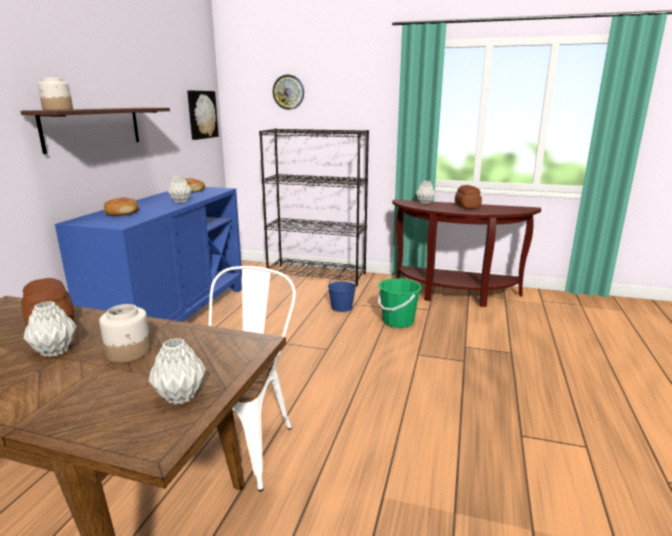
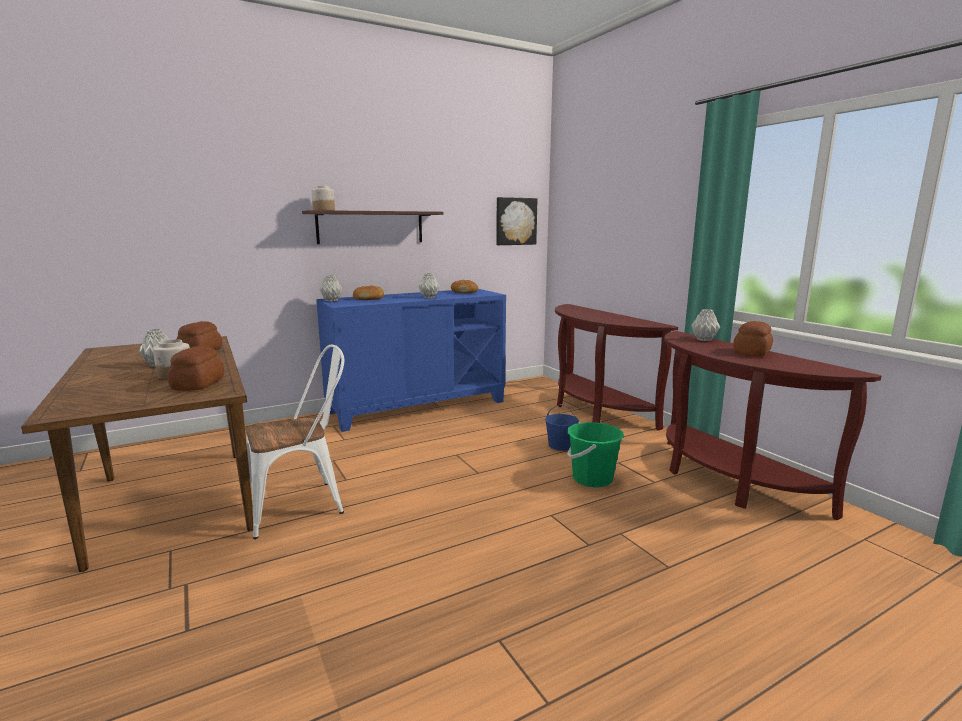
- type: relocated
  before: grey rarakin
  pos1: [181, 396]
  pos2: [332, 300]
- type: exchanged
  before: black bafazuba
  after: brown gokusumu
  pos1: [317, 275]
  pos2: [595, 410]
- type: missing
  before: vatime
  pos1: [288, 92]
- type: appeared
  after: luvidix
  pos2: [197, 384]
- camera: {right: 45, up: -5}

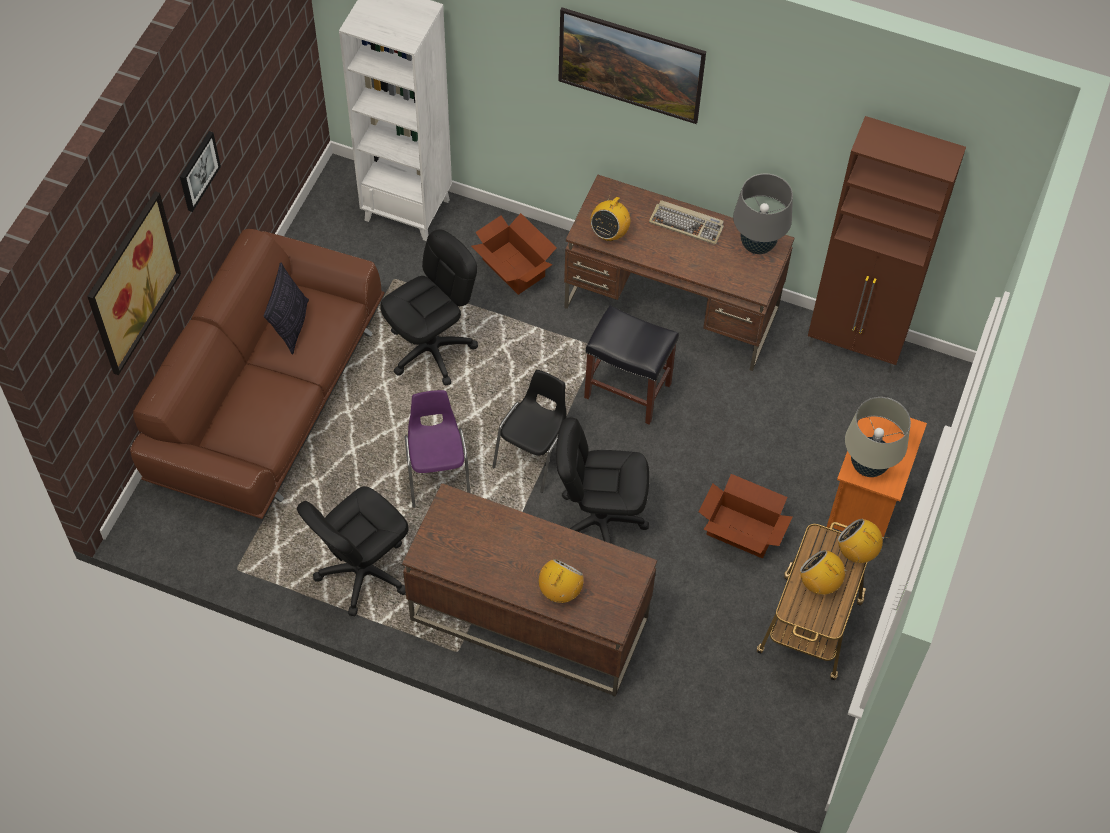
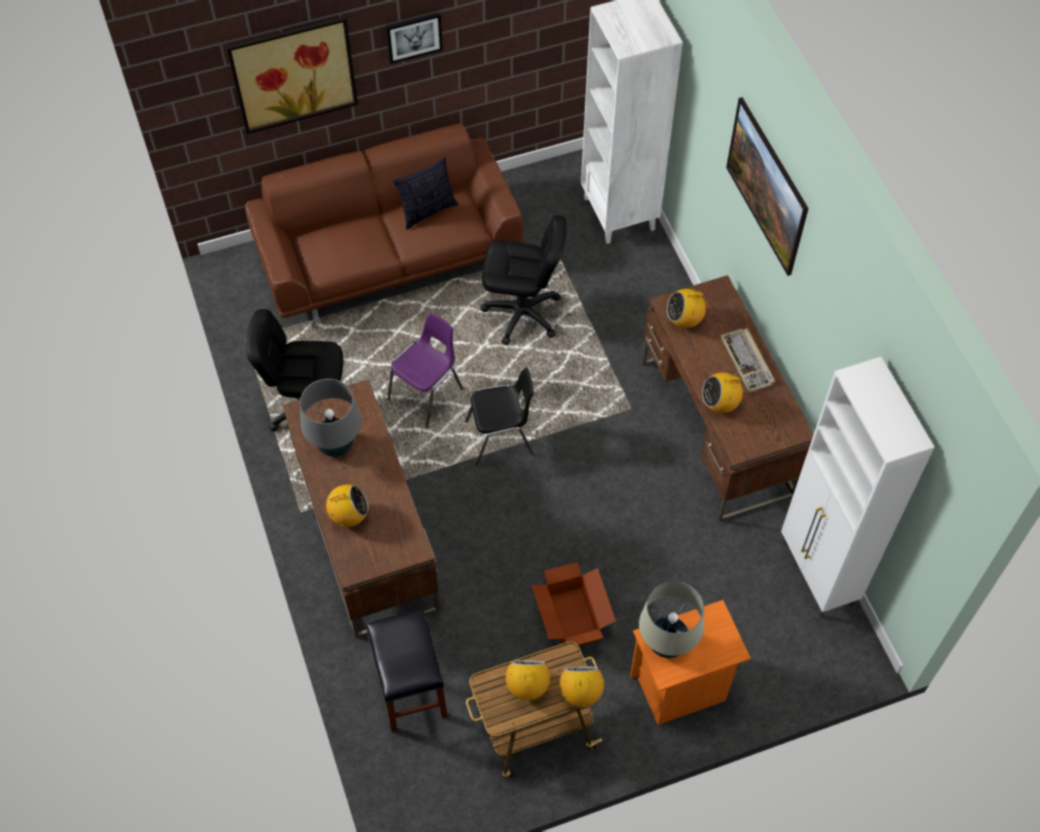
- type: missing
  before: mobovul
  pos1: [514, 267]
- type: missing
  before: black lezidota
  pos1: [599, 522]
- type: relocated
  before: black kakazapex
  pos1: [626, 390]
  pos2: [409, 689]
- type: relocated
  before: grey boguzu
  pos1: [757, 245]
  pos2: [336, 445]
- type: colour
  before: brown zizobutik
  after: white zizobutik
  pos1: [855, 346]
  pos2: [817, 575]
- type: appeared
  after: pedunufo
  pos2: [720, 404]
- camera: {right: 50, up: 0}

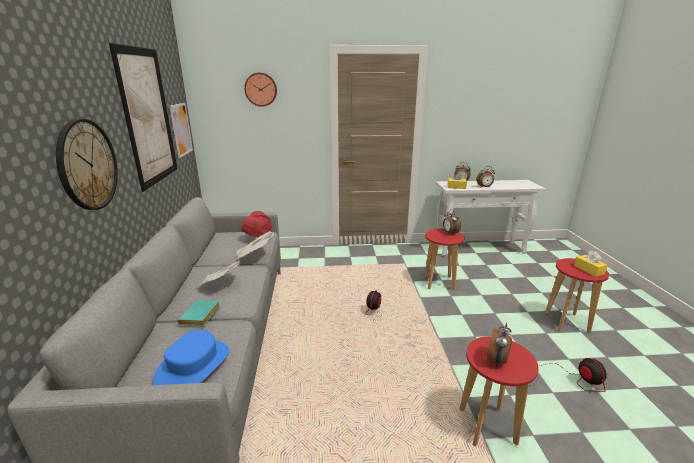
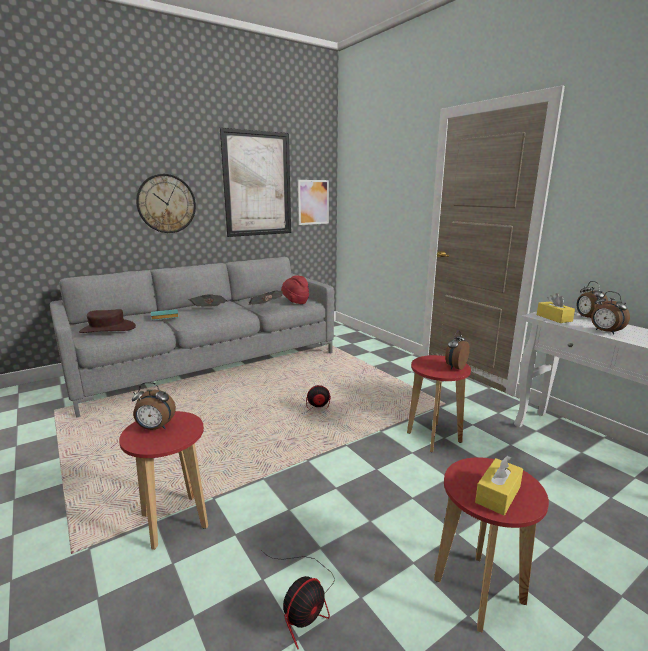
- type: colour
  before: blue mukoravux
  after: brown mukoravux
  pos1: [194, 366]
  pos2: [107, 329]
- type: missing
  before: vatime
  pos1: [261, 89]
- camera: {right: 60, up: -5}

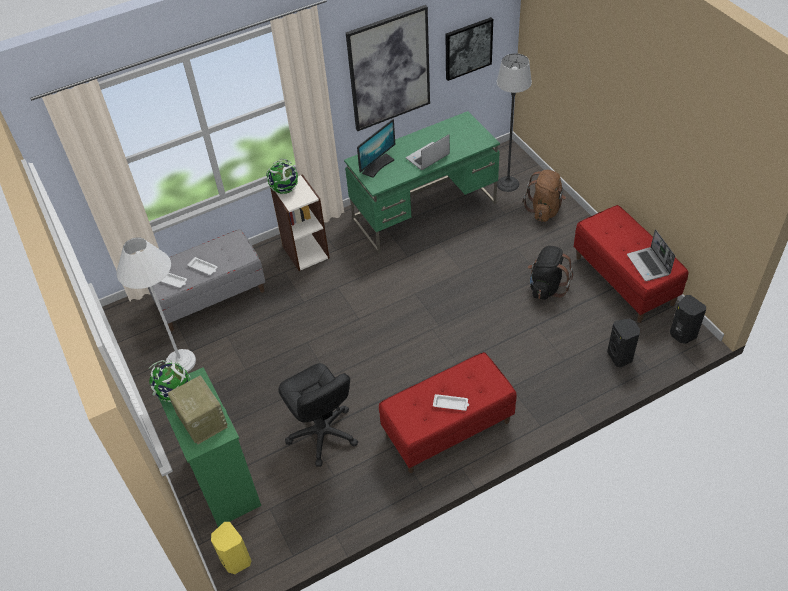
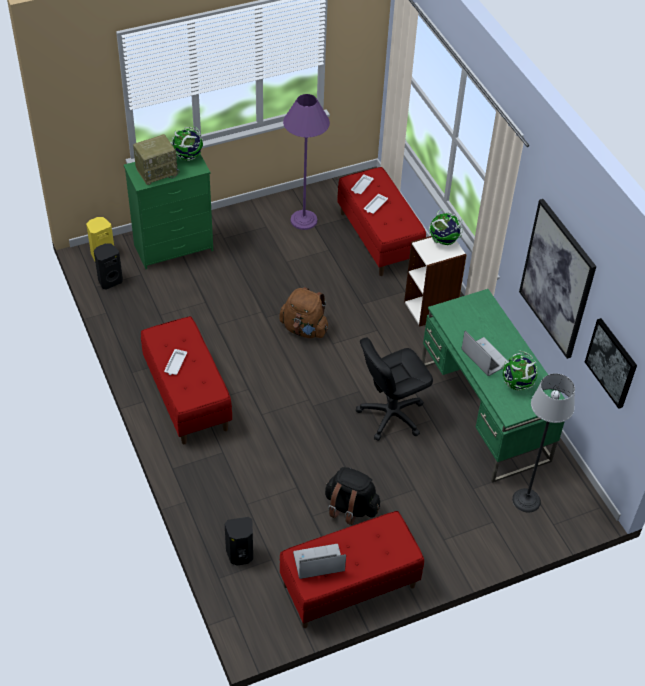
- type: colour
  before: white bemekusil
  after: purple bemekusil
  pos1: [180, 362]
  pos2: [304, 220]
- type: colour
  before: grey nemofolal
  after: red nemofolal
  pos1: [210, 296]
  pos2: [379, 238]
- type: relocated
  before: black lezidota
  pos1: [322, 434]
  pos2: [391, 415]
- type: missing
  before: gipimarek
  pos1: [377, 165]
- type: relocated
  before: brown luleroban
  pos1: [544, 210]
  pos2: [304, 329]
- type: relocated
  before: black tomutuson
  pos1: [682, 334]
  pos2: [109, 281]
- type: appeared
  after: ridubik
  pos2: [517, 383]
- camera: {right: 90, up: 0}

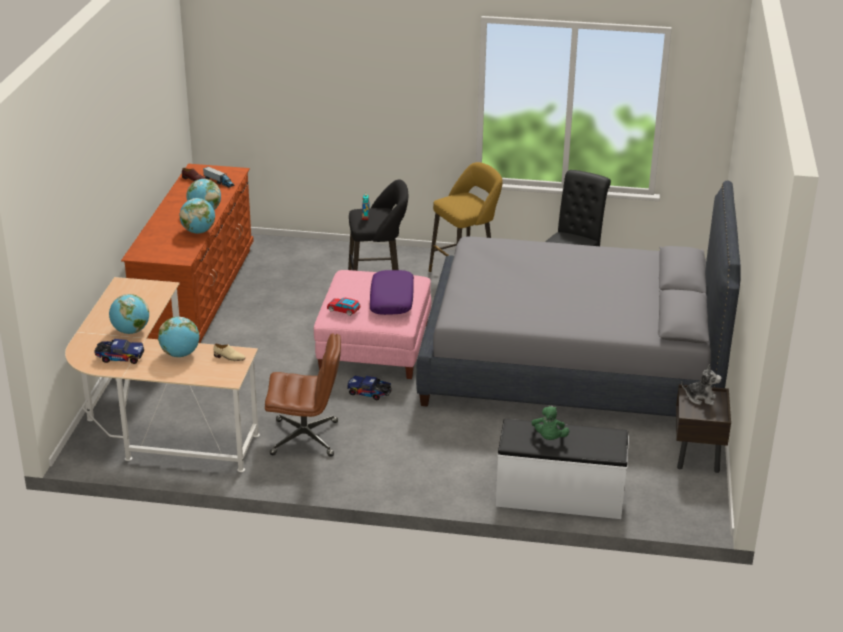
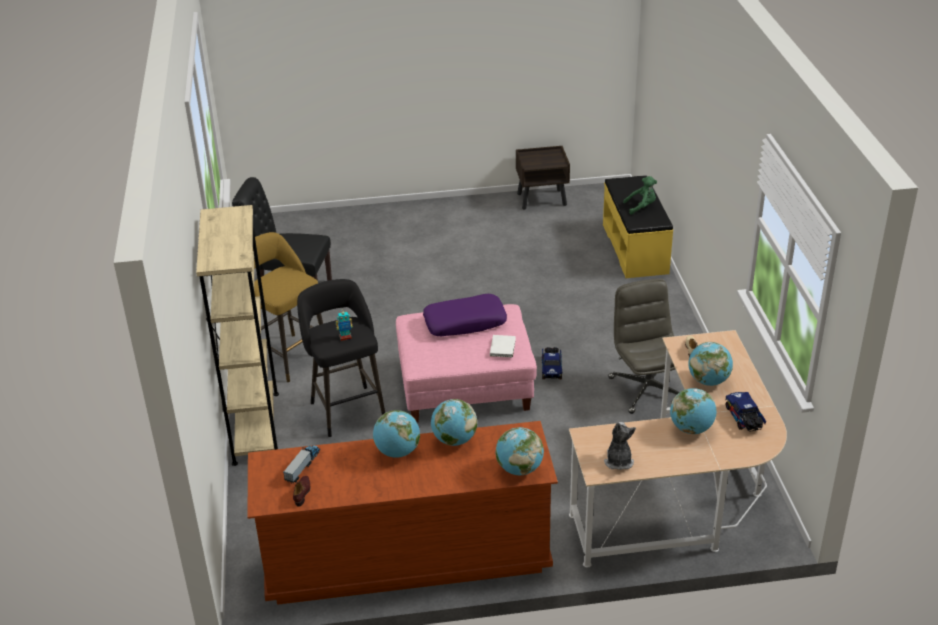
- type: colour
  before: brown lezidota
  after: grey lezidota
  pos1: [305, 438]
  pos2: [646, 389]
- type: exchanged
  before: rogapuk
  after: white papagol
  pos1: [343, 310]
  pos2: [503, 347]
- type: missing
  before: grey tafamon
  pos1: [572, 364]
- type: colour
  before: white nemofolal
  after: yellow nemofolal
  pos1: [559, 496]
  pos2: [635, 248]
- type: relocated
  before: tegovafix
  pos1: [700, 398]
  pos2: [618, 461]
- type: appeared
  after: beige bafazuba
  pos2: [256, 427]
- type: appeared
  after: ridubik
  pos2: [519, 469]
- camera: {right: -105, up: 5}

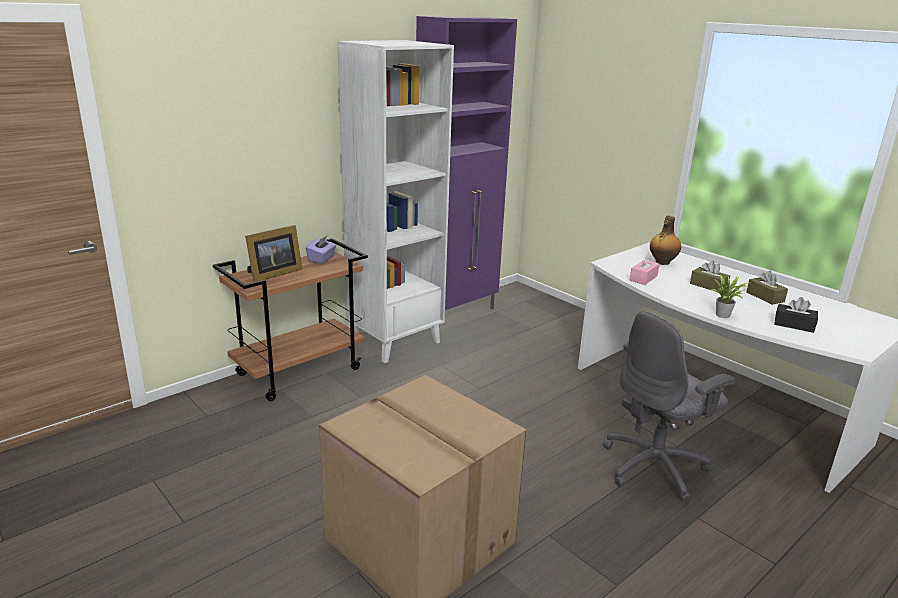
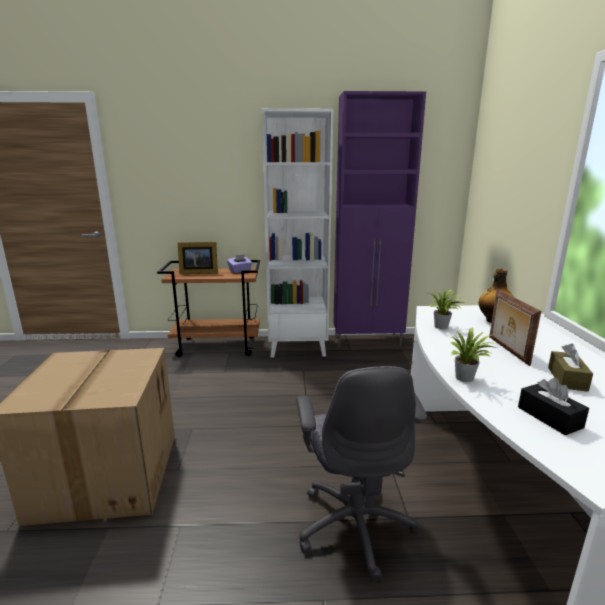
- type: spun
  before: grey lezidota
  pos1: [655, 467]
  pos2: [355, 524]
  turn: -105
- type: exchanged
  before: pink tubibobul
  after: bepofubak
  pos1: [643, 278]
  pos2: [442, 327]
- type: exchanged
  before: brown tubibobul
  after: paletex
  pos1: [708, 286]
  pos2: [507, 350]
- camera: {right: 40, up: -5}

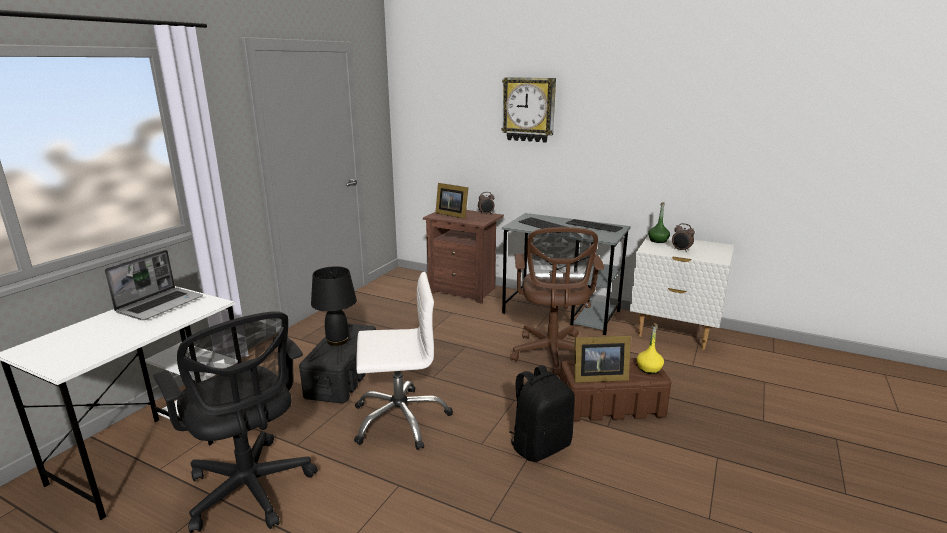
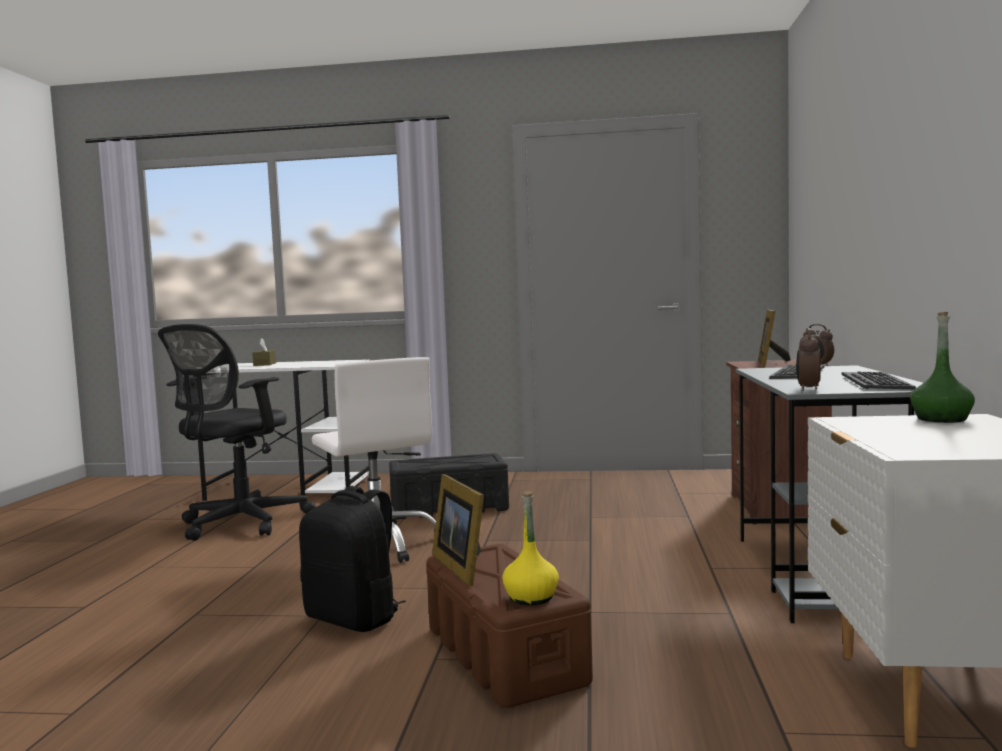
- type: missing
  before: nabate
  pos1: [160, 305]
- type: missing
  before: black boguzu
  pos1: [337, 340]
- type: missing
  before: vatime
  pos1: [529, 109]
- type: missing
  before: brown lezidota
  pos1: [552, 355]
- type: relocated
  before: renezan
  pos1: [681, 250]
  pos2: [808, 389]
- type: appeared
  after: brown tubibobul
  pos2: [264, 364]
- camera: {right: 70, up: -15}

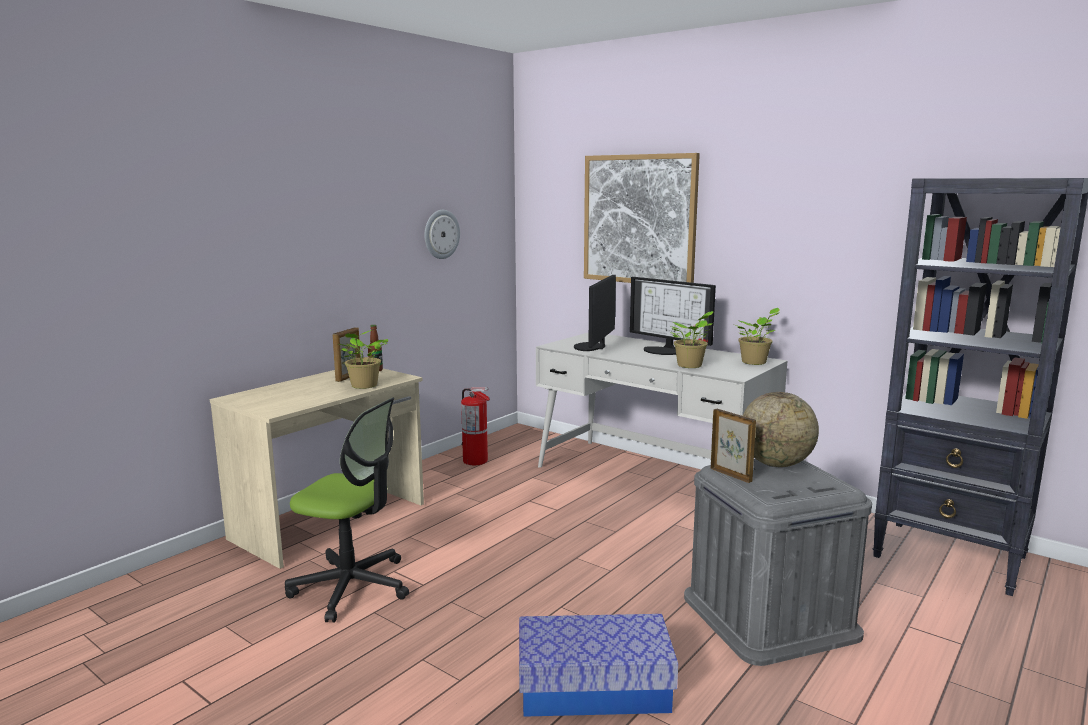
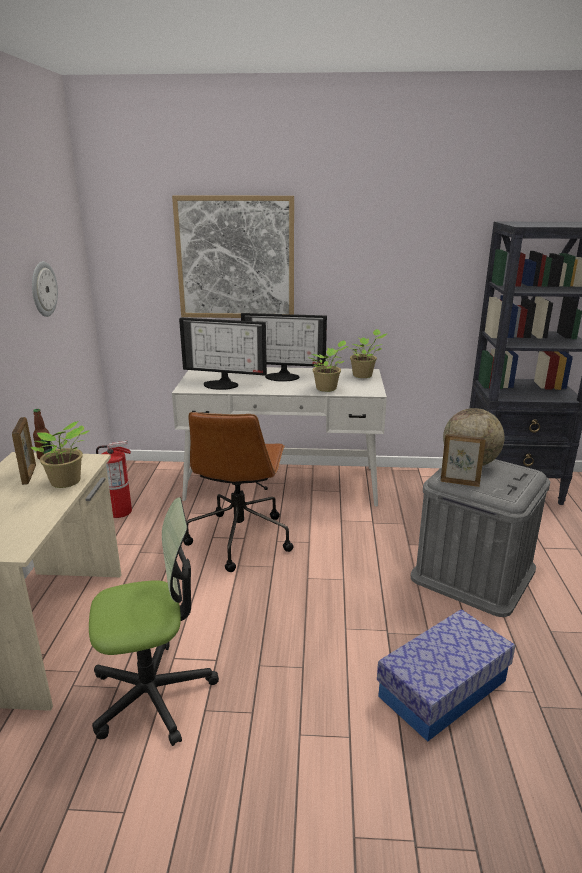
- type: spun
  before: gipimarek
  pos1: [592, 347]
  pos2: [222, 384]
  turn: -60
- type: appeared
  after: brown lezidota
  pos2: [240, 538]
- camera: {right: -35, up: 10}

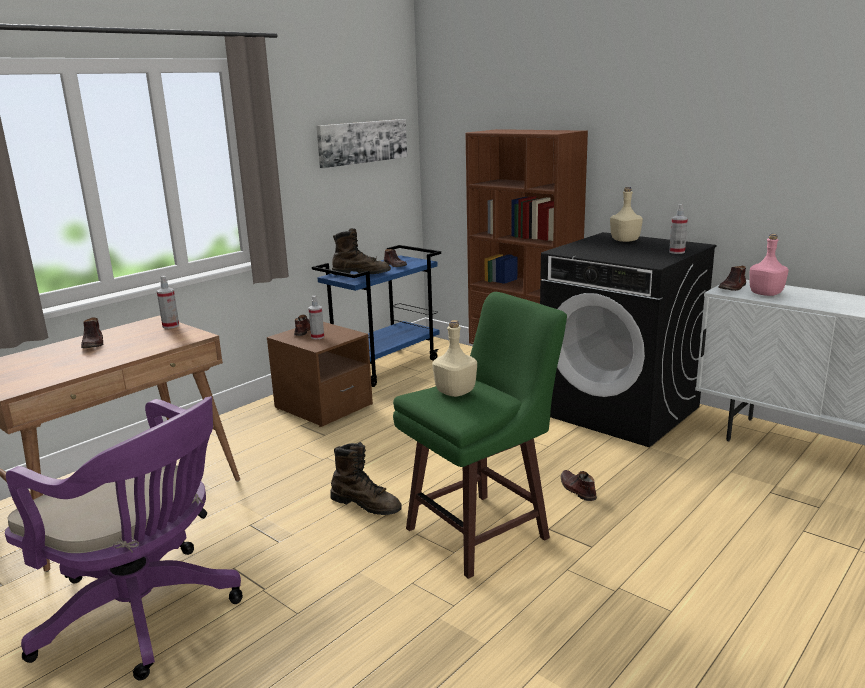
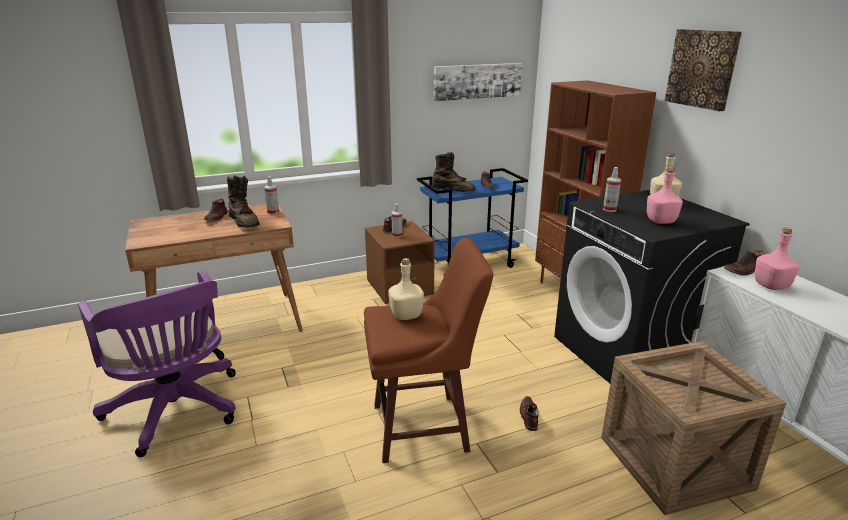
- type: relocated
  before: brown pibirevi
  pos1: [366, 505]
  pos2: [244, 222]
- type: colour
  before: green kakazapex
  after: brown kakazapex
  pos1: [481, 532]
  pos2: [423, 428]
- type: relocated
  before: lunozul
  pos1: [677, 252]
  pos2: [609, 209]
- type: appeared
  after: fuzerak
  pos2: [674, 462]
- type: appeared
  after: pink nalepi
  pos2: [660, 221]
- type: appeared
  after: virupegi
  pos2: [702, 69]
- camera: {right: 25, up: 5}

